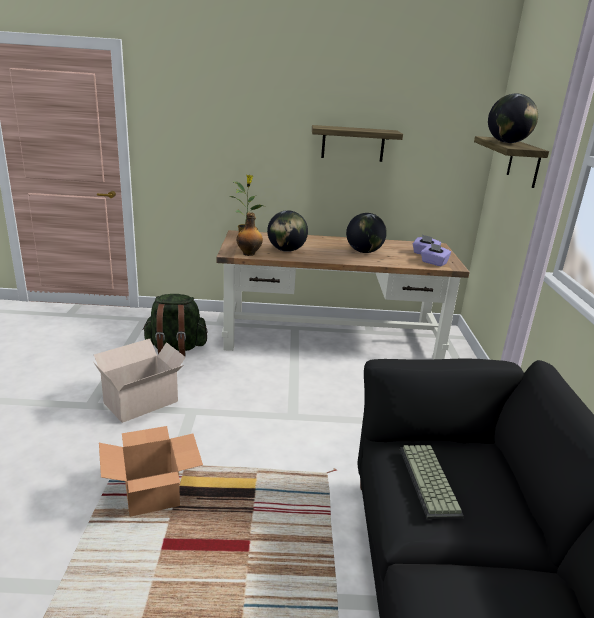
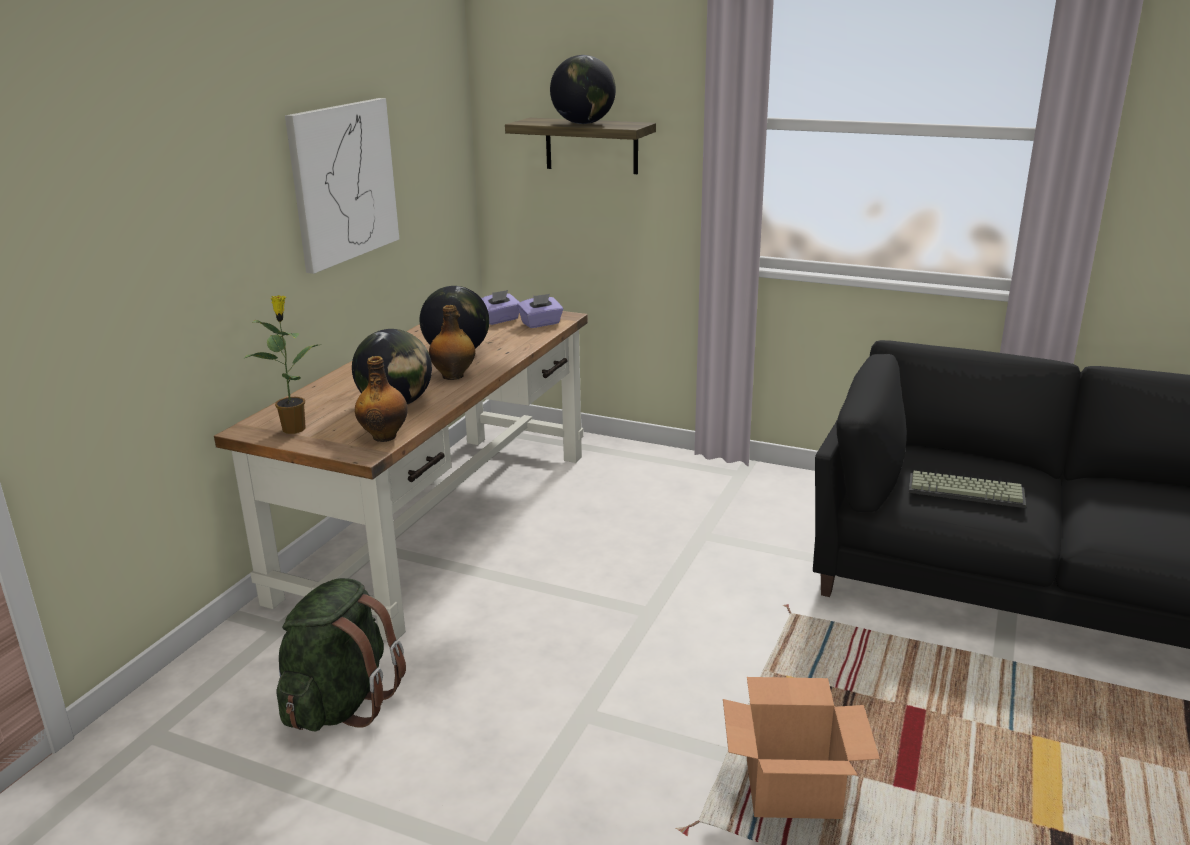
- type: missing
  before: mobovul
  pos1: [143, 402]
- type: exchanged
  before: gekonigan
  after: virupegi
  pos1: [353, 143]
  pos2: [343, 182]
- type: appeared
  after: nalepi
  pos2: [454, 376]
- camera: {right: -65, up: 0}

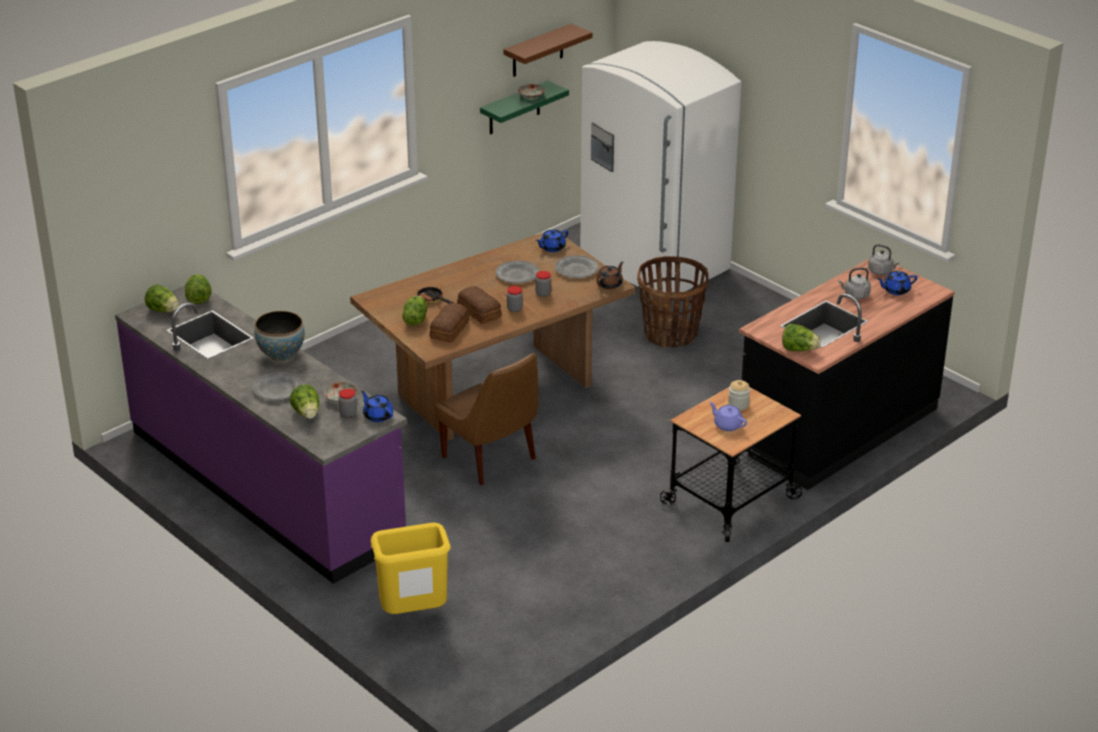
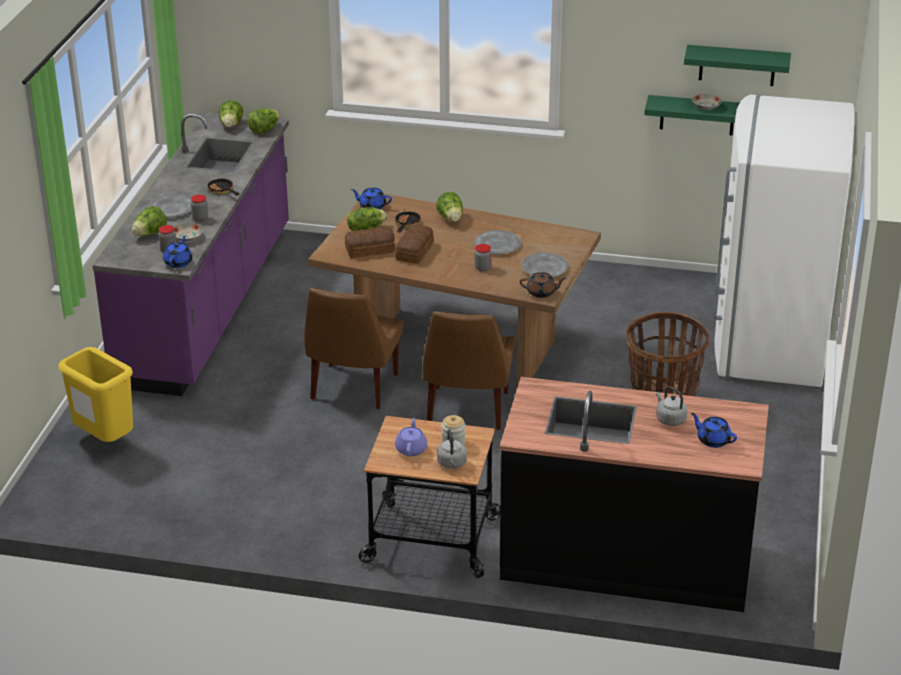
- type: exchanged
  before: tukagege
  after: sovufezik
  pos1: [281, 355]
  pos2: [222, 191]
- type: colour
  before: brown gekonigan
  after: green gekonigan
  pos1: [537, 51]
  pos2: [737, 65]
- type: relocated
  before: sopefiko
  pos1: [514, 309]
  pos2: [200, 218]
- type: relocated
  before: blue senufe
  pos1: [552, 248]
  pos2: [372, 206]
- type: relocated
  before: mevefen
  pos1: [799, 349]
  pos2: [451, 219]
- type: relocated
  before: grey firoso
  pos1: [881, 271]
  pos2: [452, 464]
- type: appeared
  after: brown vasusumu
  pos2: [467, 410]
- camera: {right: 55, up: 0}

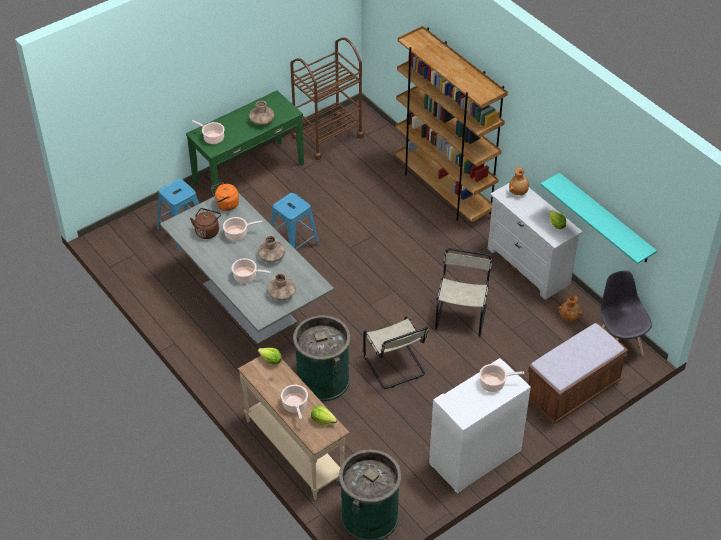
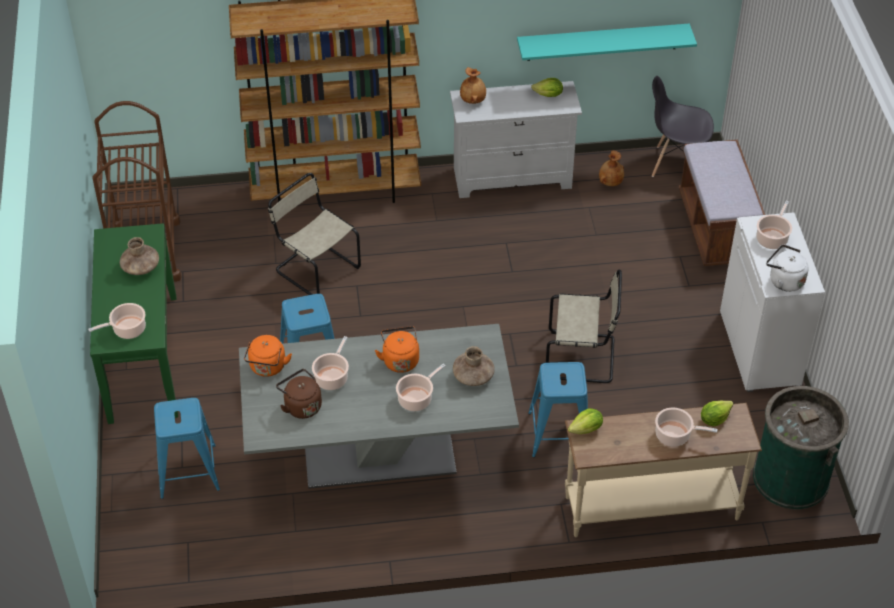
- type: exchanged
  before: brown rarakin
  after: orange firoso
  pos1: [271, 256]
  pos2: [400, 360]
- type: exchanged
  before: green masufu
  after: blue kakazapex
  pos1: [323, 380]
  pos2: [558, 433]
- type: relocated
  before: beige vasusumu
  pos1: [461, 314]
  pos2: [315, 268]
- type: appeared
  after: white firoso
  pos2: [784, 281]
- camera: {right: -60, up: 0}

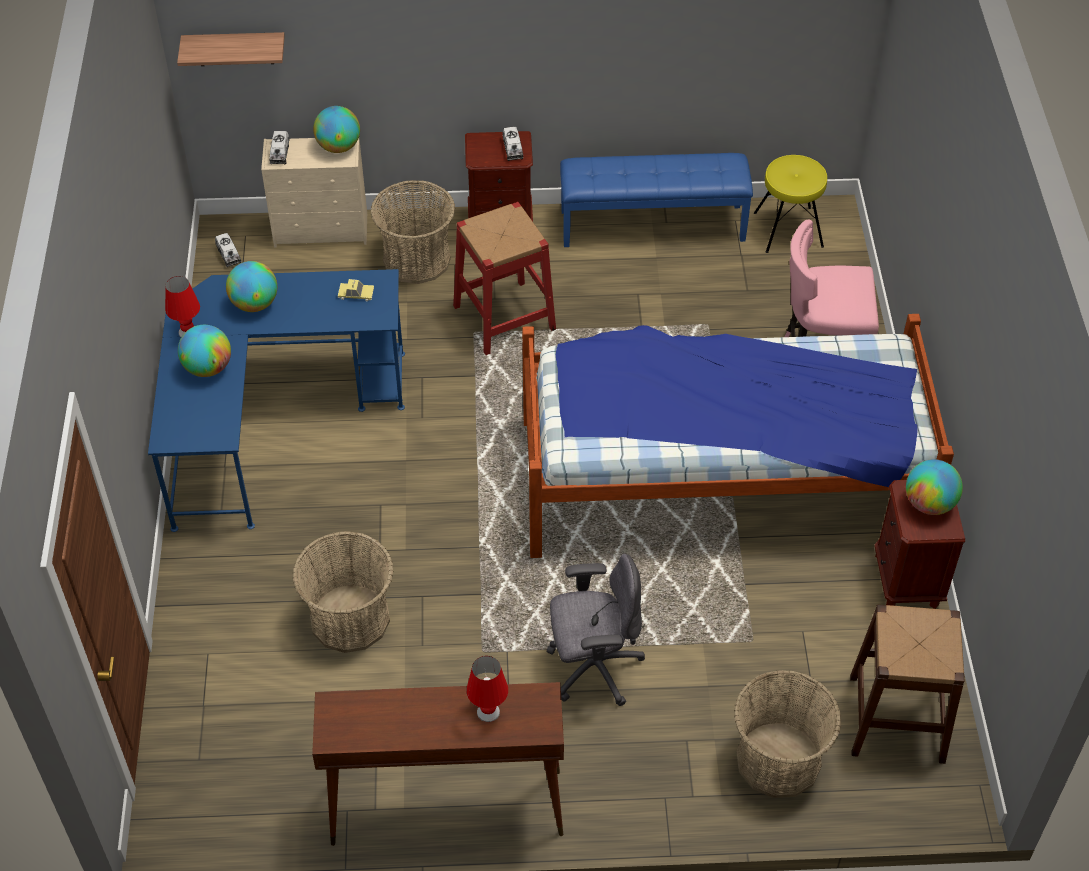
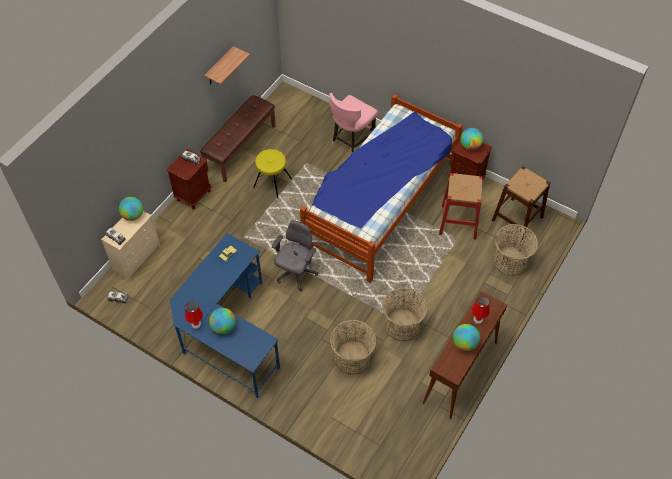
- type: relocated
  before: gekonigan
  pos1: [235, 49]
  pos2: [219, 67]
- type: relocated
  before: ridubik
  pos1: [255, 304]
  pos2: [464, 343]
- type: relocated
  before: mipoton
  pos1: [416, 259]
  pos2: [402, 325]
- type: relocated
  before: red kakazapex
  pos1: [504, 317]
  pos2: [458, 222]
- type: relocated
  before: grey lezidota
  pos1: [593, 667]
  pos2: [296, 273]
- type: colour
  before: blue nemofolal
  after: brown nemofolal
  pos1: [652, 224]
  pos2: [240, 148]
- type: relocated
  before: yellow kakazapex
  pos1: [788, 229]
  pos2: [272, 183]
- camera: {right: -55, up: 5}

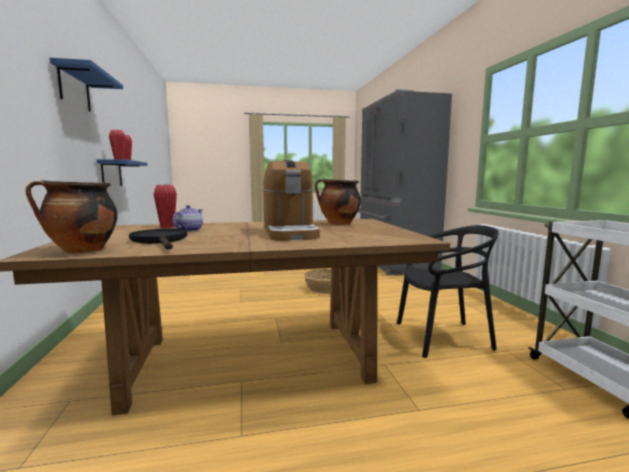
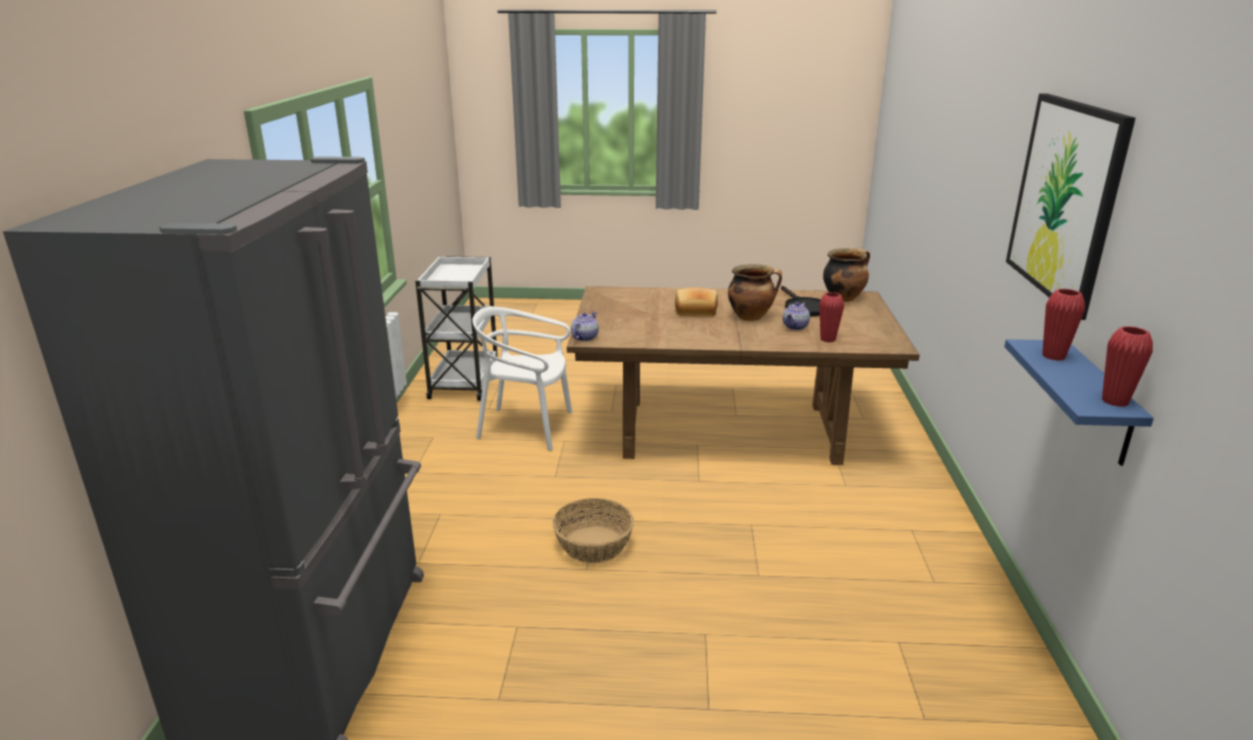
- type: exchanged
  before: blue gekonigan
  after: virupegi
  pos1: [74, 88]
  pos2: [1065, 200]
- type: exchanged
  before: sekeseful
  after: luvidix
  pos1: [290, 233]
  pos2: [695, 312]
- type: relocated
  before: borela
  pos1: [338, 224]
  pos2: [751, 317]
- type: colour
  before: black vasusumu
  after: white vasusumu
  pos1: [442, 337]
  pos2: [526, 427]
- type: appeared
  after: senufe
  pos2: [584, 338]
- camera: {right: -165, up: 15}

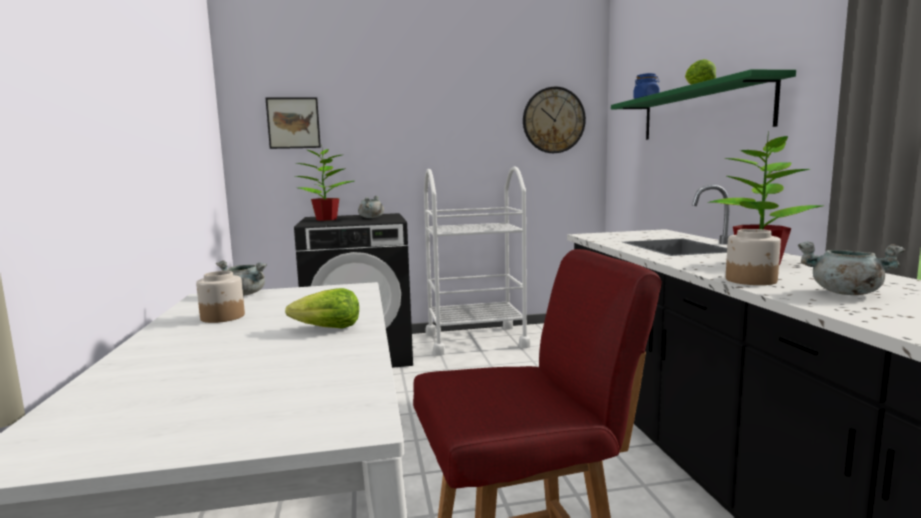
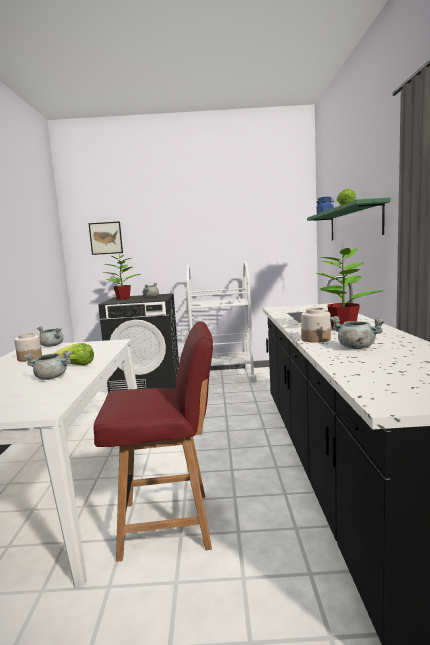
- type: missing
  before: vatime
  pos1: [553, 120]
- type: appeared
  after: grey borela
  pos2: [52, 377]
- camera: {right: 10, up: 0}

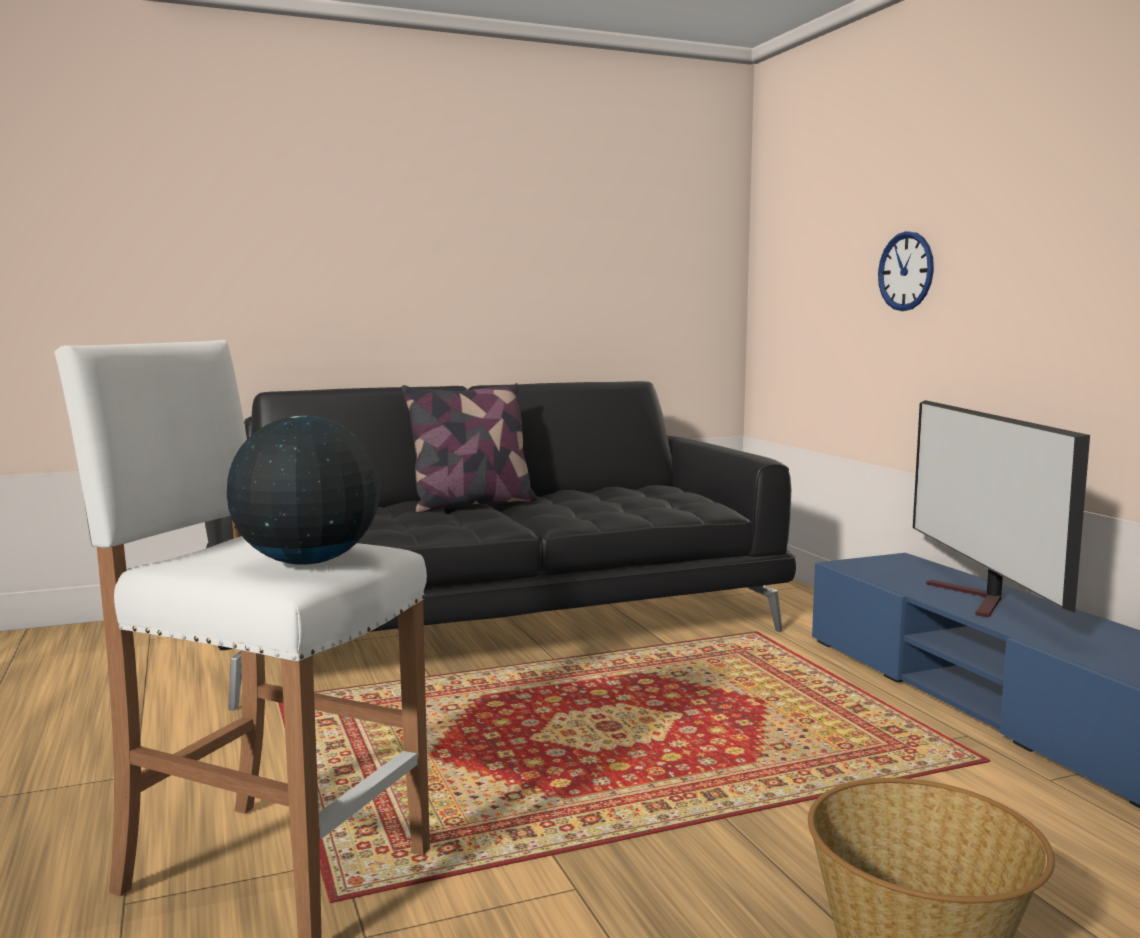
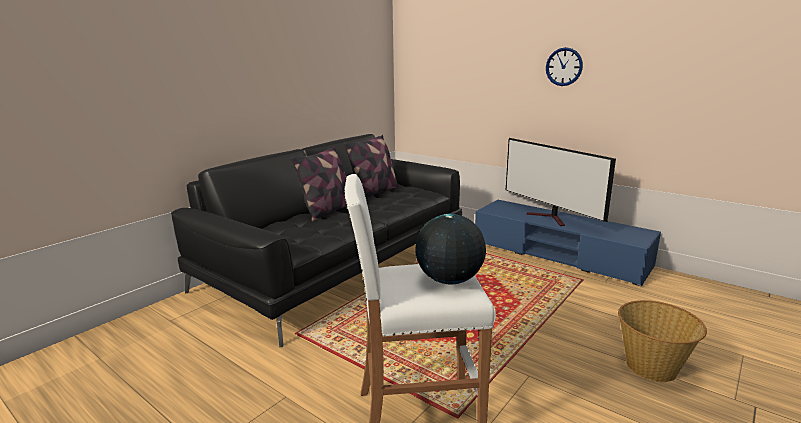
- type: relocated
  before: vatime
  pos1: [906, 271]
  pos2: [564, 67]
- type: appeared
  after: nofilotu
  pos2: [374, 192]
- camera: {right: -30, up: 10}

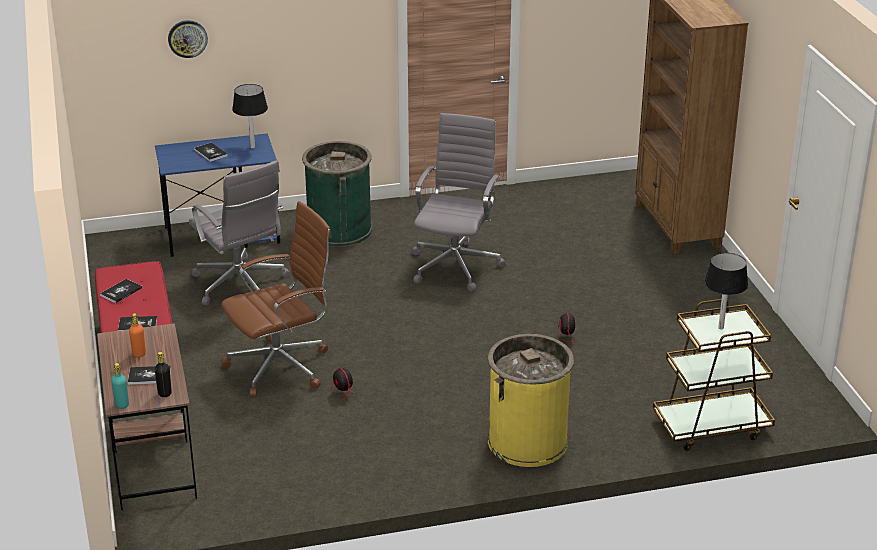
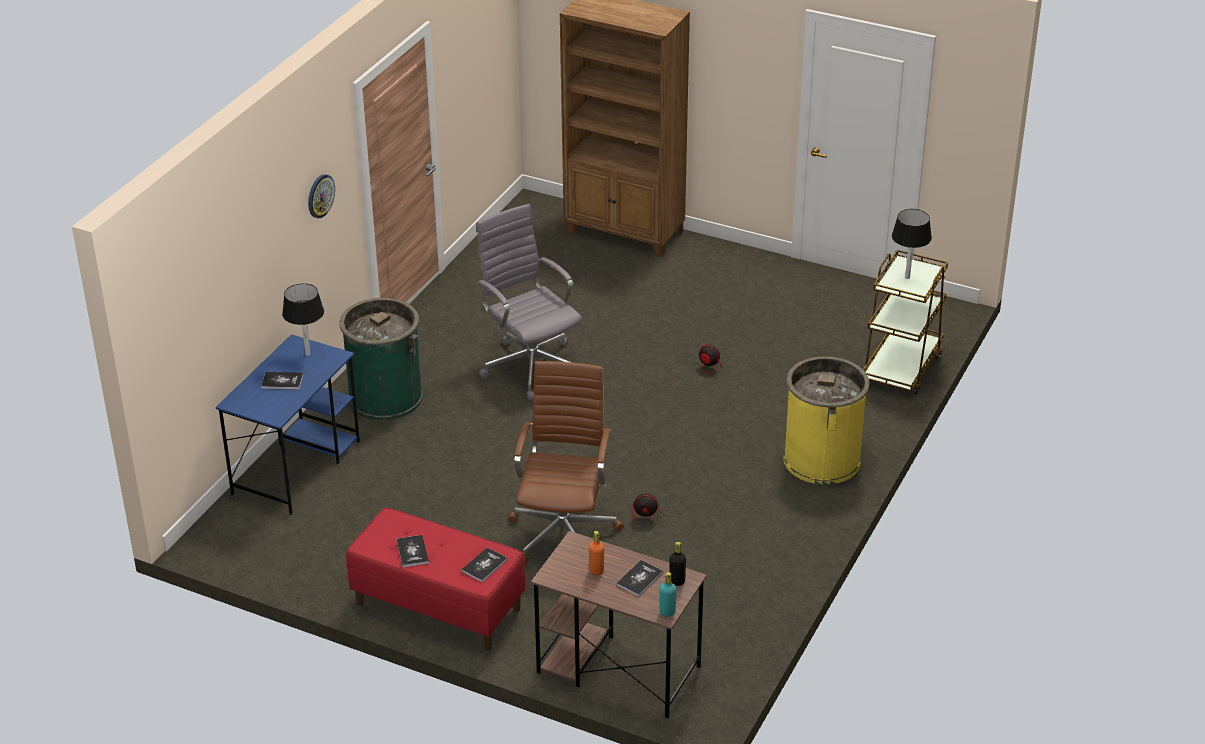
- type: relocated
  before: vatime
  pos1: [187, 38]
  pos2: [320, 196]
- type: missing
  before: grey lezidota
  pos1: [241, 285]
- camera: {right: -50, up: 5}

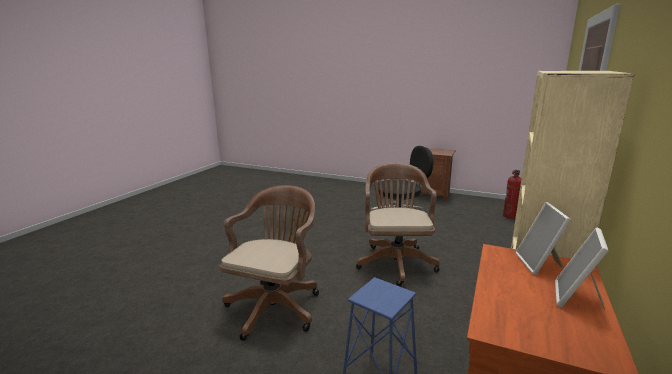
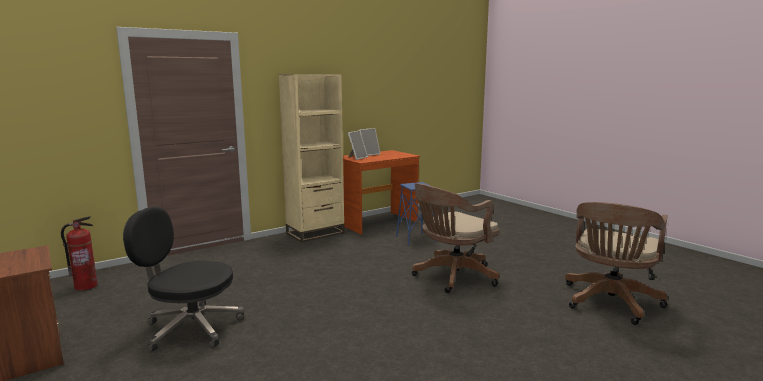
- type: relocated
  before: brown lezidota
  pos1: [395, 261]
  pos2: [609, 303]
- camera: {right: -150, up: -5}

